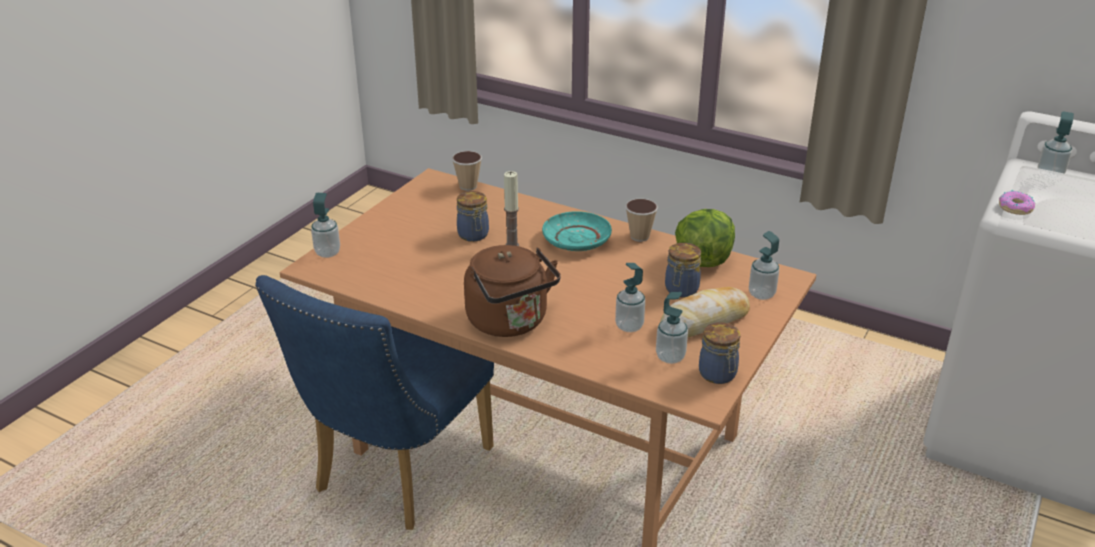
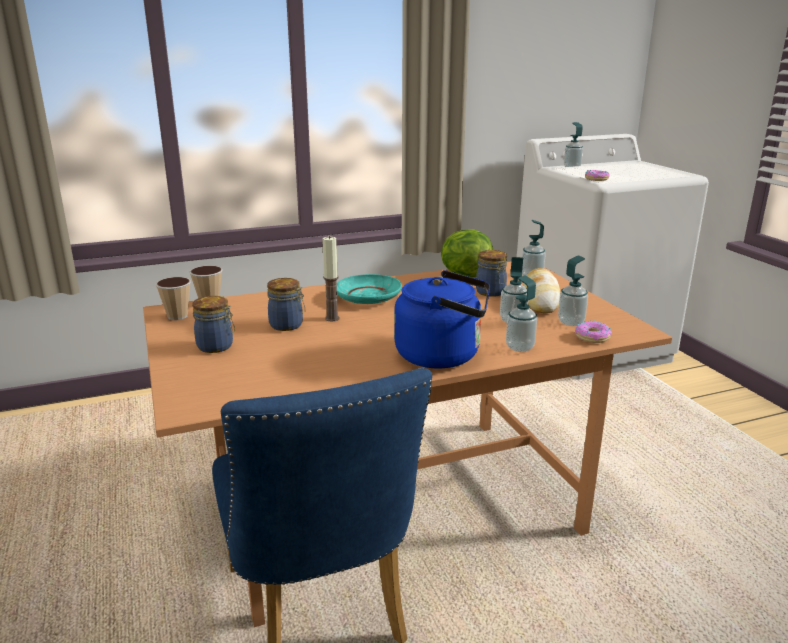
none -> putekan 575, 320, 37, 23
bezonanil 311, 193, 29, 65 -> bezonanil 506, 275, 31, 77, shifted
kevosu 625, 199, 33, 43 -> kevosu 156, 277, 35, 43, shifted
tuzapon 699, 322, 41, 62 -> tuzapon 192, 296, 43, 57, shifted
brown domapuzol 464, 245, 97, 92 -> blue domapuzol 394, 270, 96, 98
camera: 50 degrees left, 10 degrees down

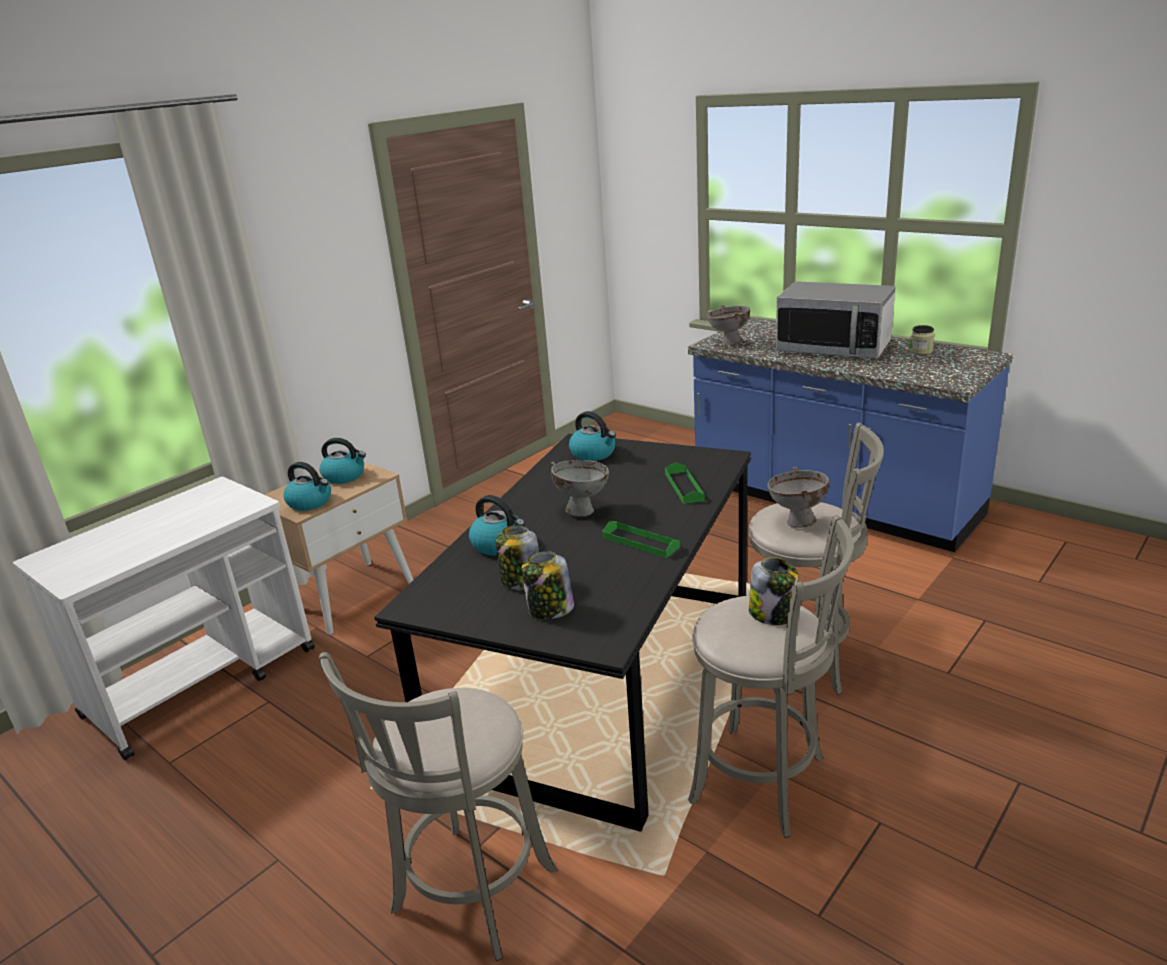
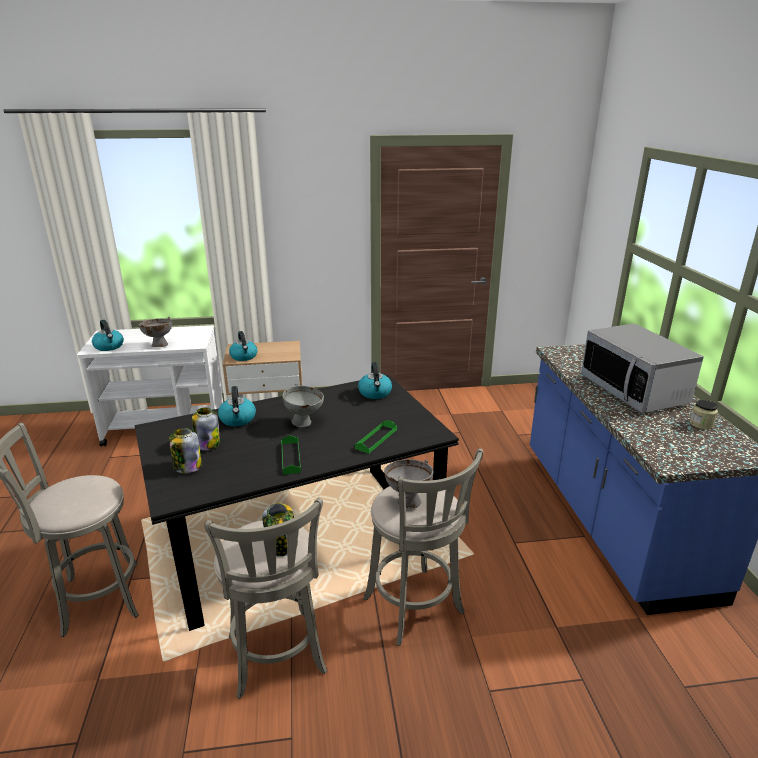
domapuzol 319, 438, 47, 46 -> domapuzol 92, 320, 32, 31, shifted
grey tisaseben 707, 305, 43, 41 -> grey tisaseben 139, 317, 33, 30, shifted
camera: 40 degrees right, 0 degrees up

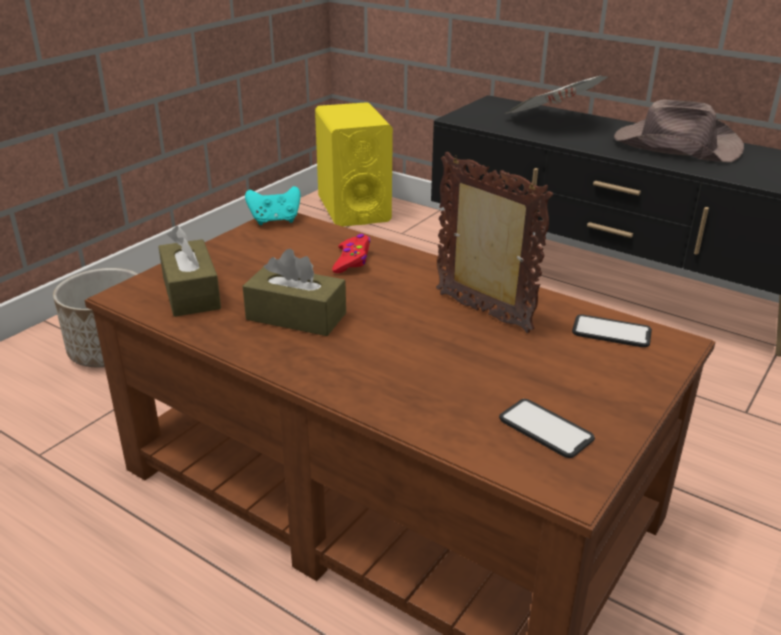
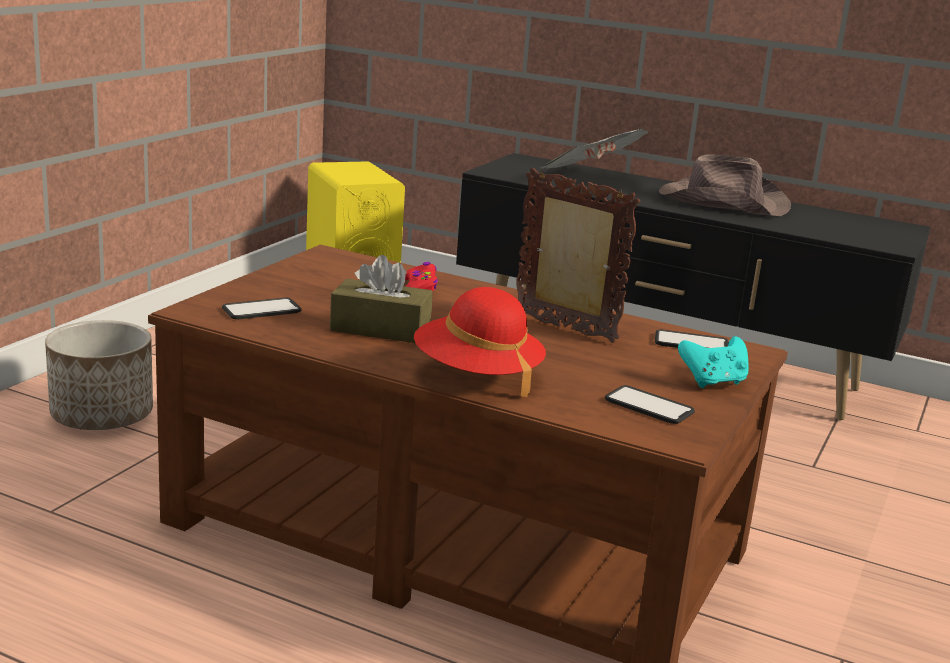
none -> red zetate 414, 287, 132, 110
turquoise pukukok 245, 186, 56, 39 -> turquoise pukukok 678, 336, 70, 52, shifted
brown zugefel 158, 226, 63, 91 -> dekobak 222, 298, 80, 21
camera: 10 degrees left, 10 degrees down

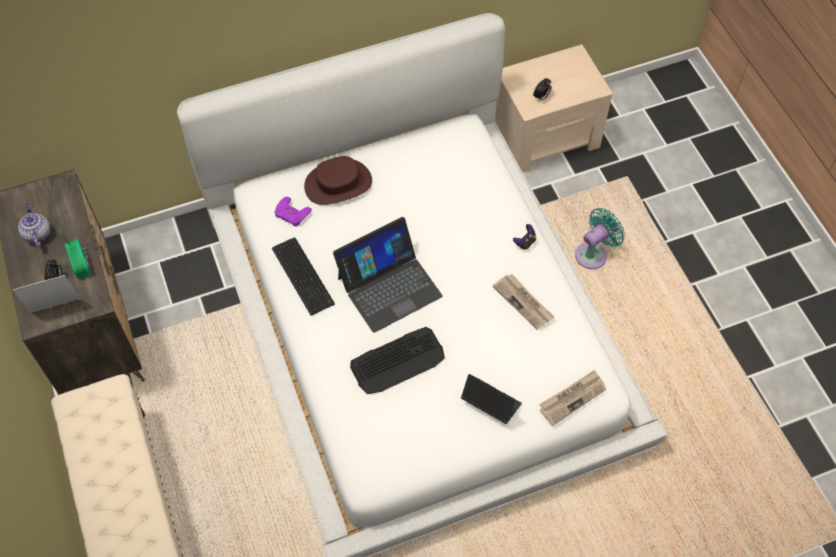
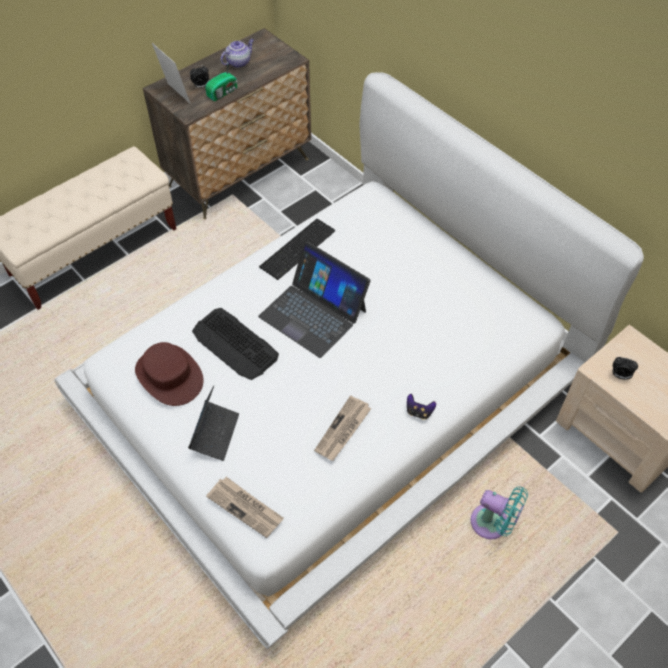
purple pukukok 275, 197, 37, 30 -> none
brown zetate 304, 156, 68, 49 -> brown zetate 135, 342, 69, 64, shifted
camera: 70 degrees right, 5 degrees down

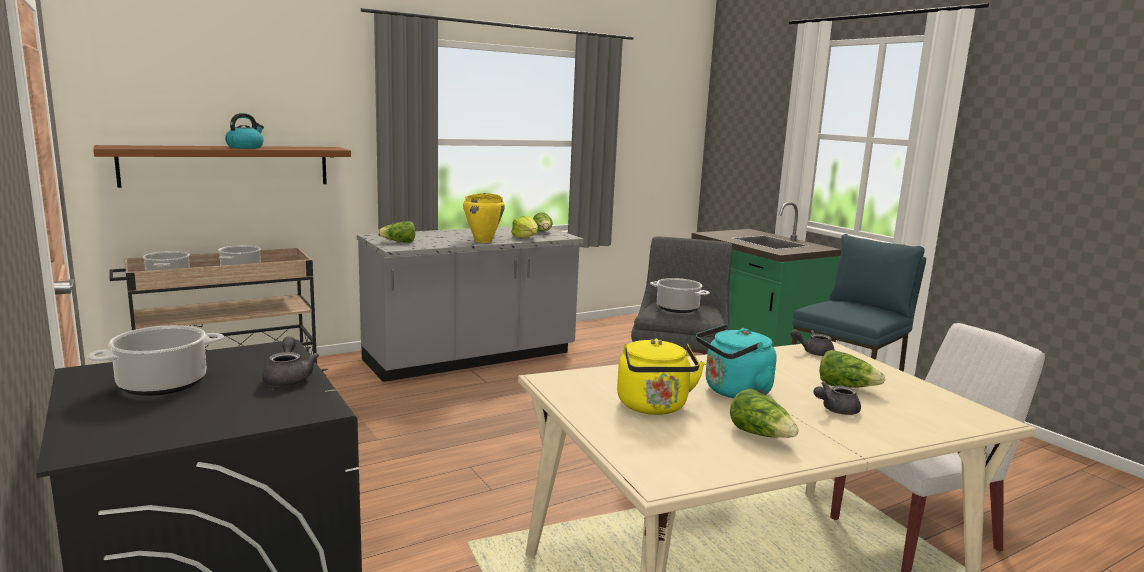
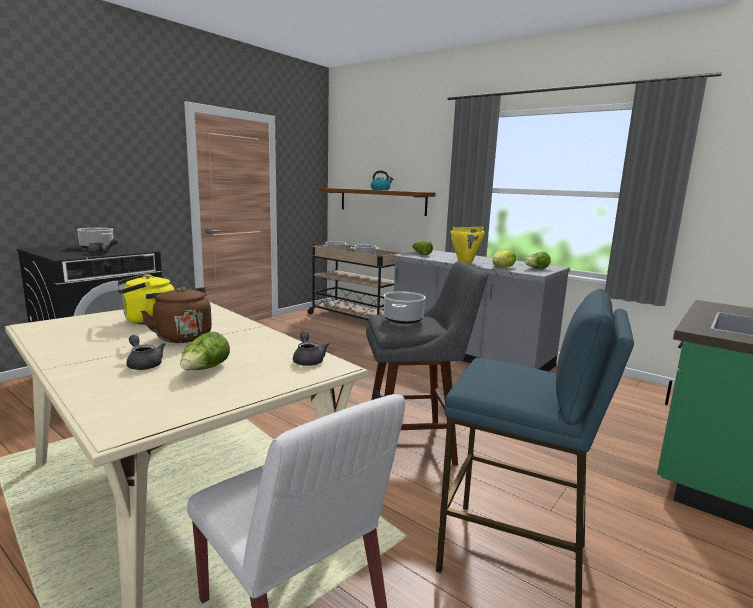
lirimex 730, 389, 69, 49 -> none
turquoise domapuzol 696, 324, 81, 74 -> brown domapuzol 141, 287, 71, 56
camera: 70 degrees right, 0 degrees up

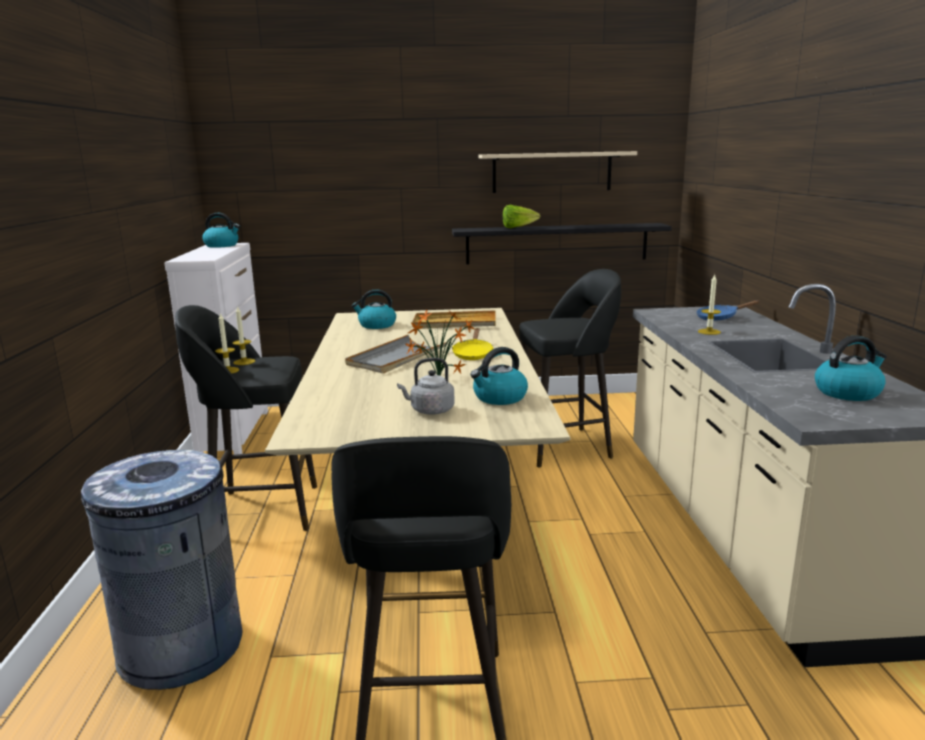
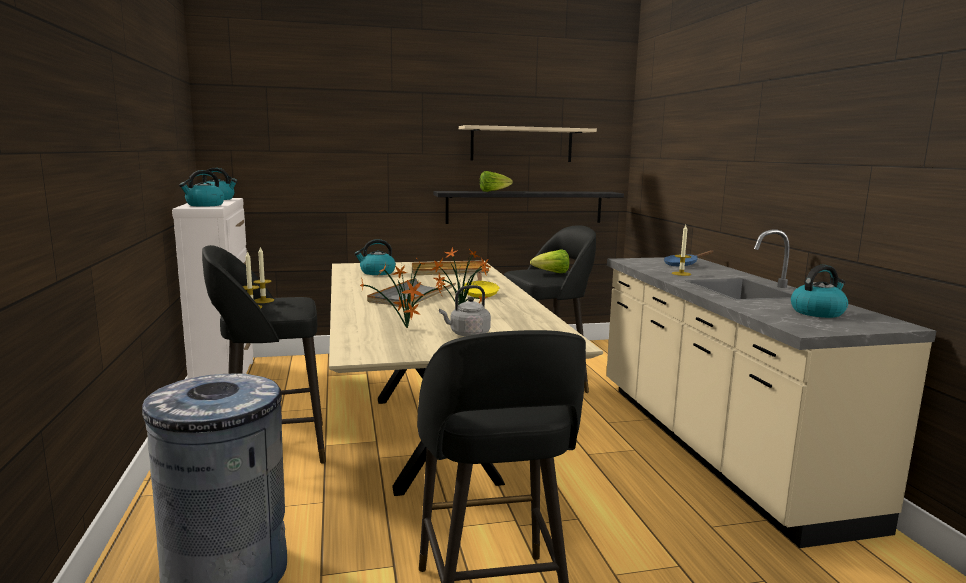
none -> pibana 360, 257, 82, 71
none -> lirimex 530, 249, 39, 24
domapuzol 470, 347, 58, 58 -> domapuzol 179, 170, 45, 37, shifted
camera: 10 degrees left, 5 degrees down

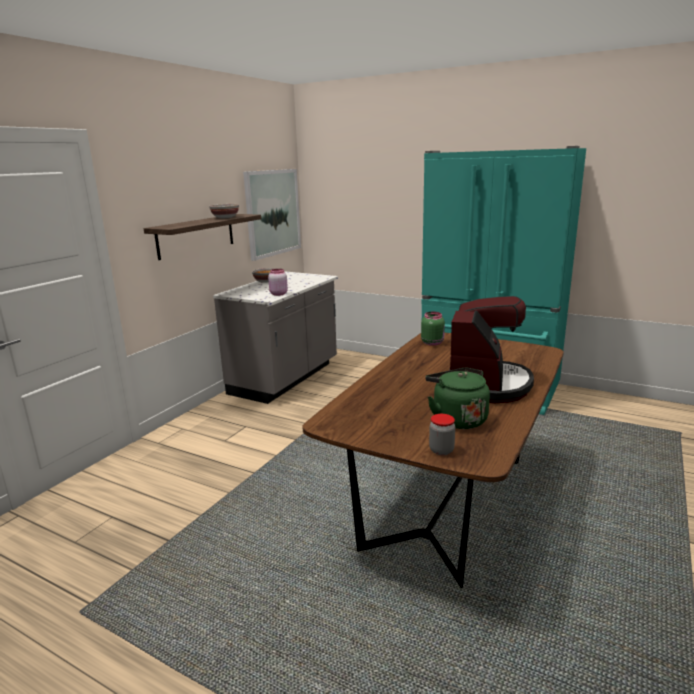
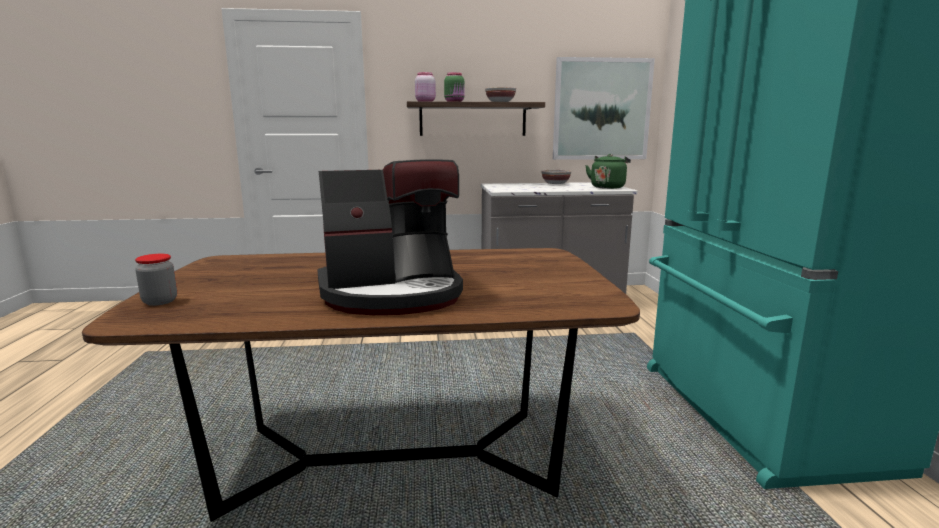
pink tuzapon 268, 269, 20, 27 -> pink tuzapon 415, 72, 21, 29, shifted
green tuzapon 421, 312, 24, 34 -> green tuzapon 444, 72, 21, 30, shifted
green domapuzol 425, 368, 65, 61 -> green domapuzol 585, 154, 46, 35, shifted
camera: 55 degrees right, 5 degrees down

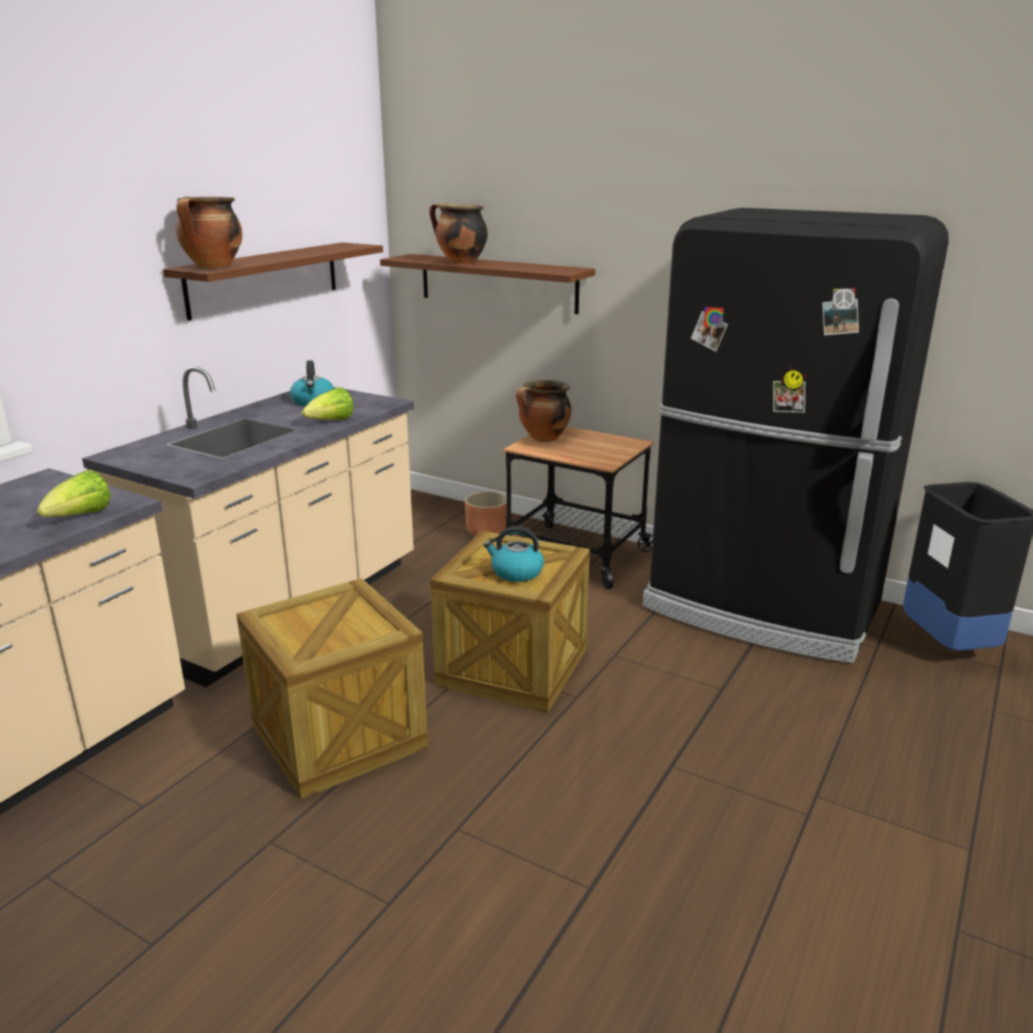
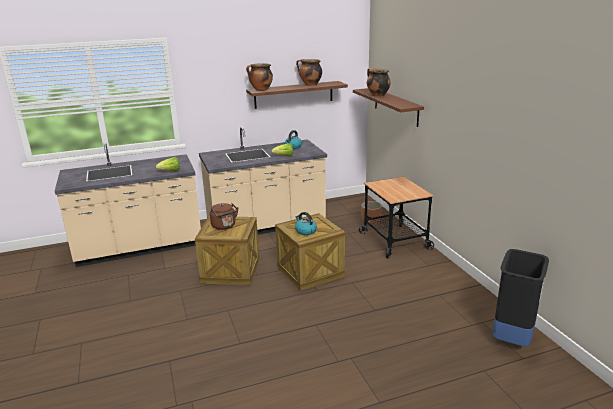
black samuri 643, 208, 306, 455 -> none
none -> brown domapuzol 210, 203, 29, 27
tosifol 516, 380, 55, 62 -> tosifol 296, 59, 26, 27, shifted
camera: 40 degrees right, 0 degrees up

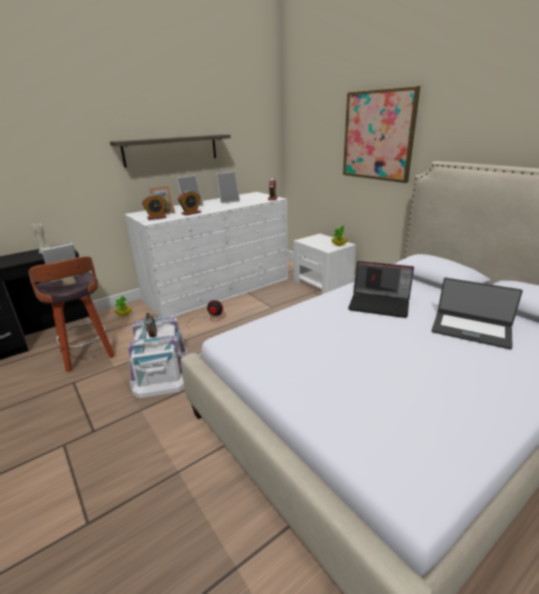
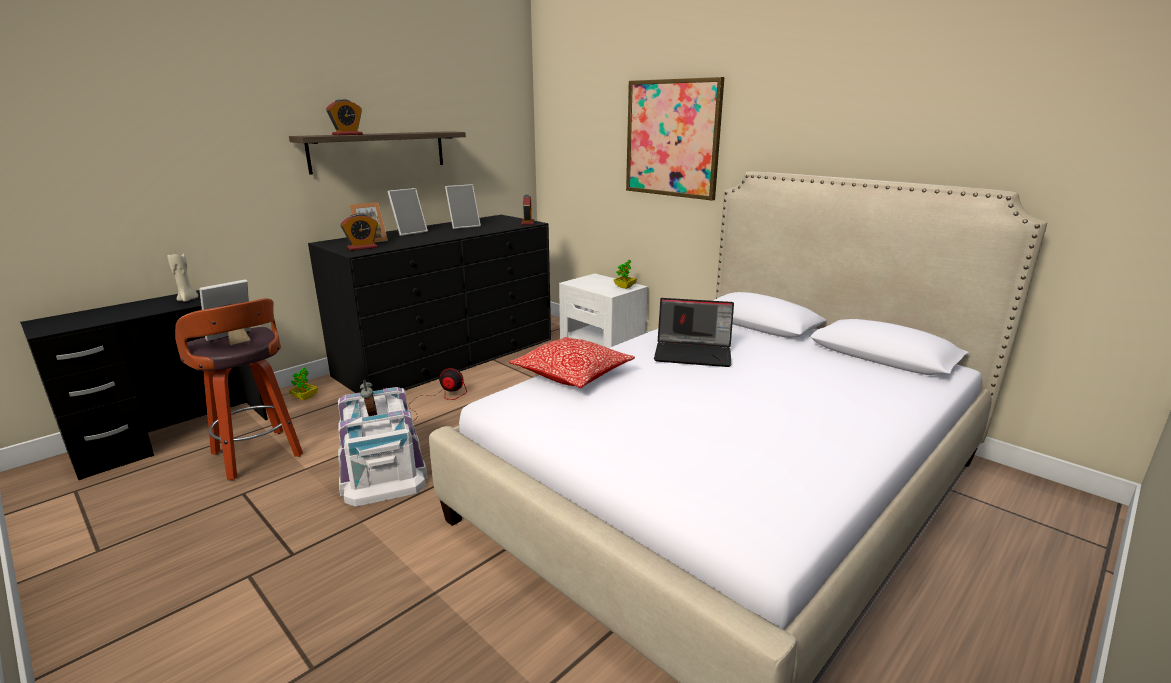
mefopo 432, 278, 91, 71 -> none
none -> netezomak 509, 337, 126, 51
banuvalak 178, 191, 23, 25 -> banuvalak 326, 99, 37, 36, shifted
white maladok 125, 192, 163, 126 -> black maladok 308, 215, 243, 178
camera: 10 degrees left, 5 degrees down

